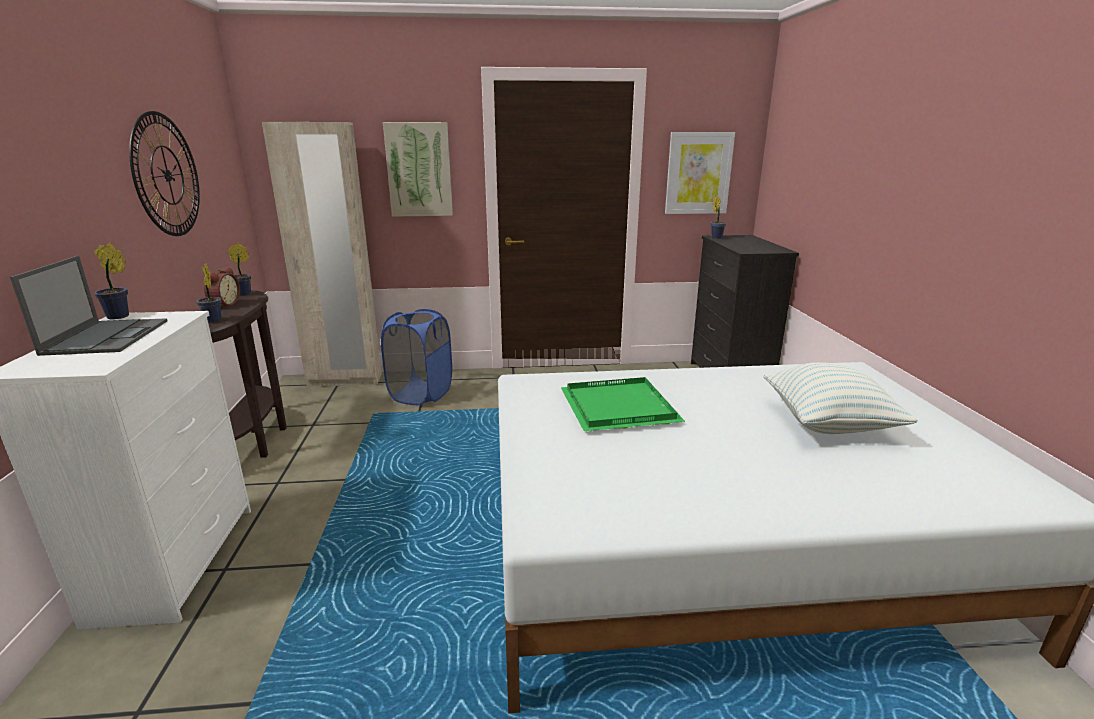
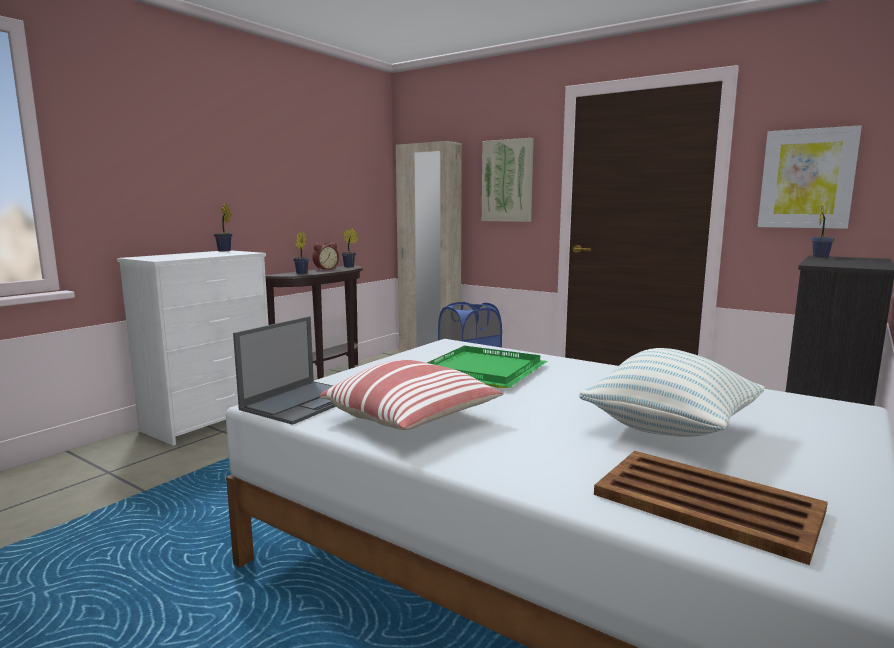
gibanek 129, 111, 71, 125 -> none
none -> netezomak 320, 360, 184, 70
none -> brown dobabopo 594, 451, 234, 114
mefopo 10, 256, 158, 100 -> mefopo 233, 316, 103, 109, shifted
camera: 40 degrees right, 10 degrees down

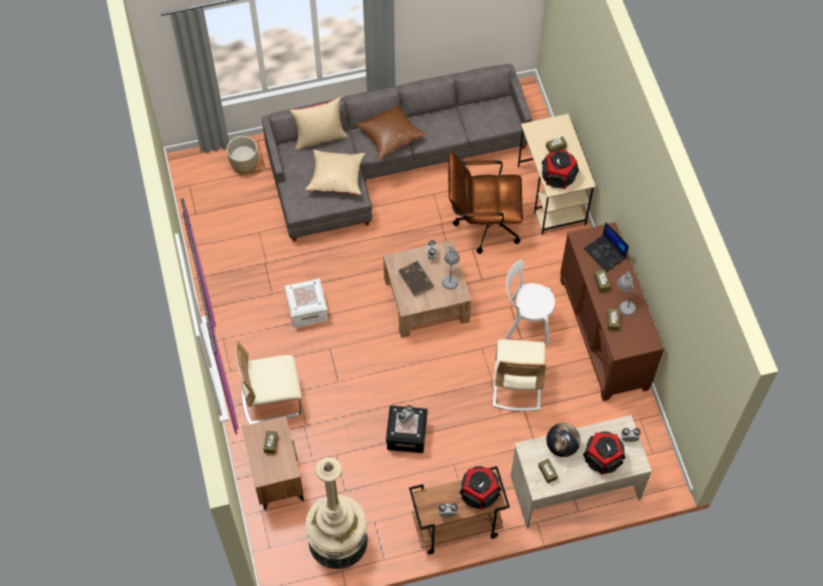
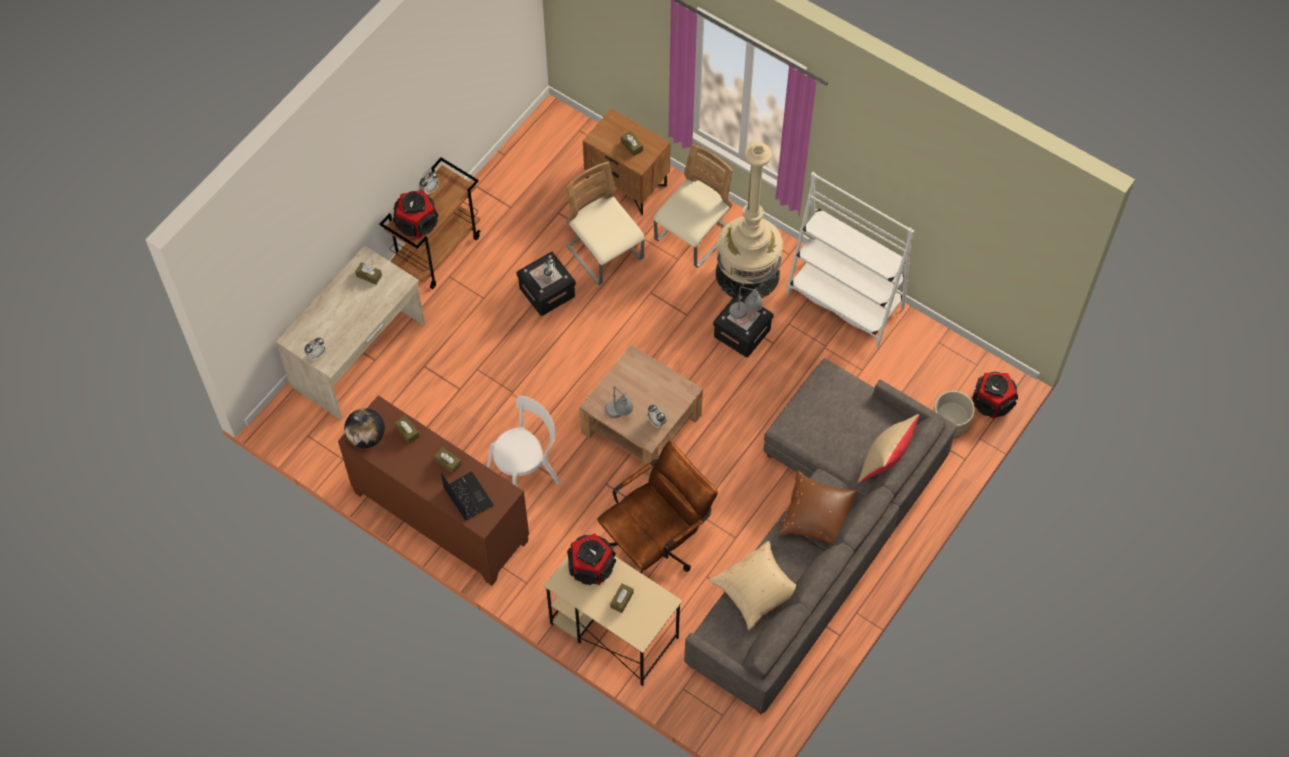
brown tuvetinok 398, 261, 36, 36 -> none
none -> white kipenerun 786, 172, 128, 176
beige netezomak 305, 149, 60, 46 -> beige netezomak 709, 541, 87, 89, shifted
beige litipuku 306, 457, 62, 112 -> beige litipuku 716, 142, 67, 156, shifted
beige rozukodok 493, 339, 53, 72 -> beige rozukodok 566, 162, 79, 123, shifted
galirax 546, 423, 35, 34 -> galirax 344, 408, 41, 40, shifted
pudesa 583, 431, 42, 44 -> pudesa 972, 372, 46, 47, shifted
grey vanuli 617, 272, 19, 44 -> grey vanuli 729, 286, 34, 33, shifted
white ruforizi 284, 279, 44, 49 -> black ruforizi 713, 292, 61, 65
mefopo 584, 222, 45, 51 -> mefopo 441, 471, 53, 50, 45 degrees clockwise
camera: 140 degrees right, 0 degrees up

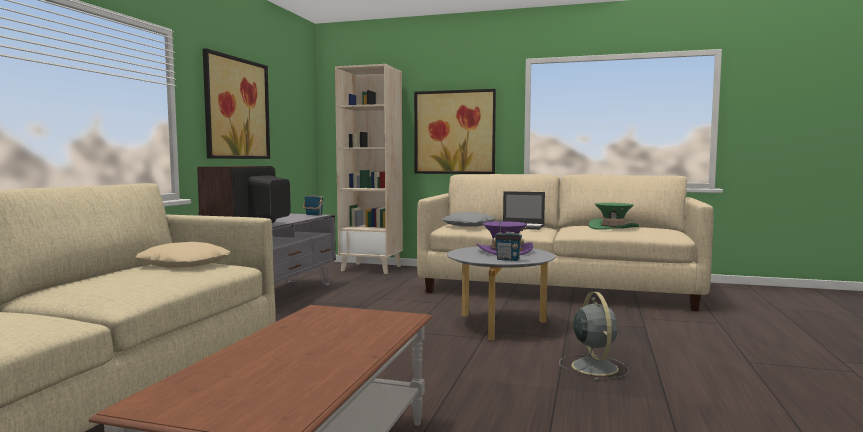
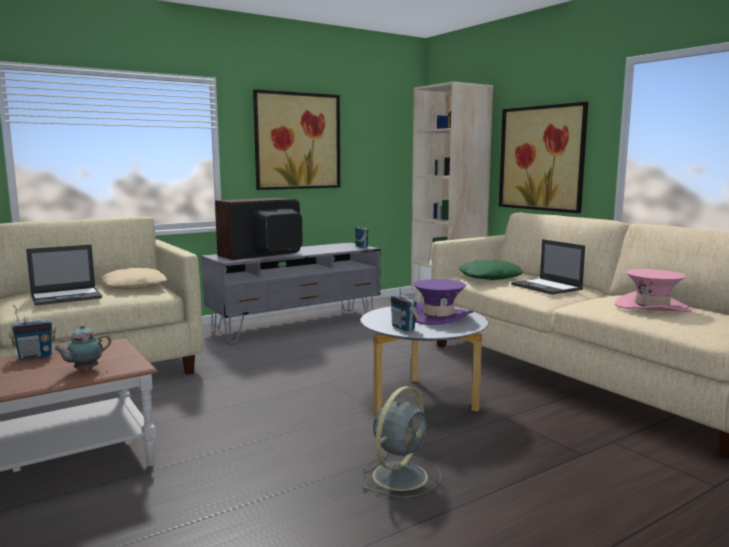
none -> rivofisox 9, 305, 47, 55
none -> mefopo 26, 245, 76, 61
none -> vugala 53, 325, 58, 46
grey netezomak 442, 212, 53, 15 -> green netezomak 459, 260, 64, 20
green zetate 589, 203, 50, 27 -> pink zetate 615, 269, 77, 43
camera: 40 degrees right, 5 degrees up

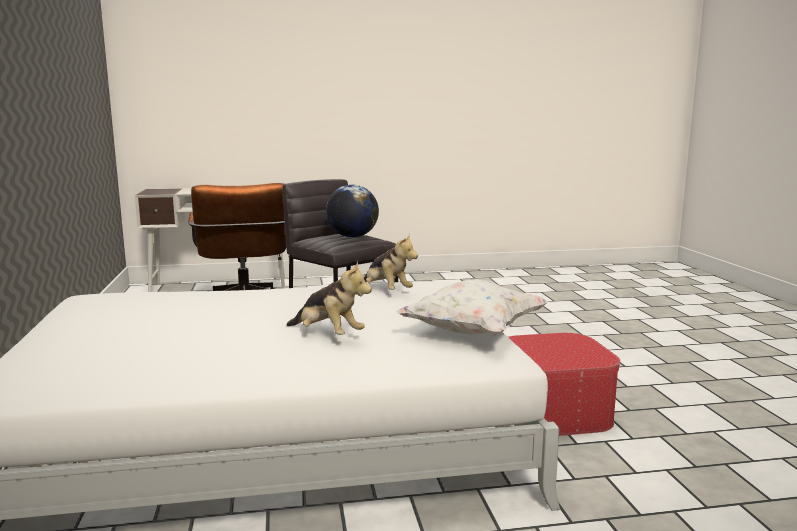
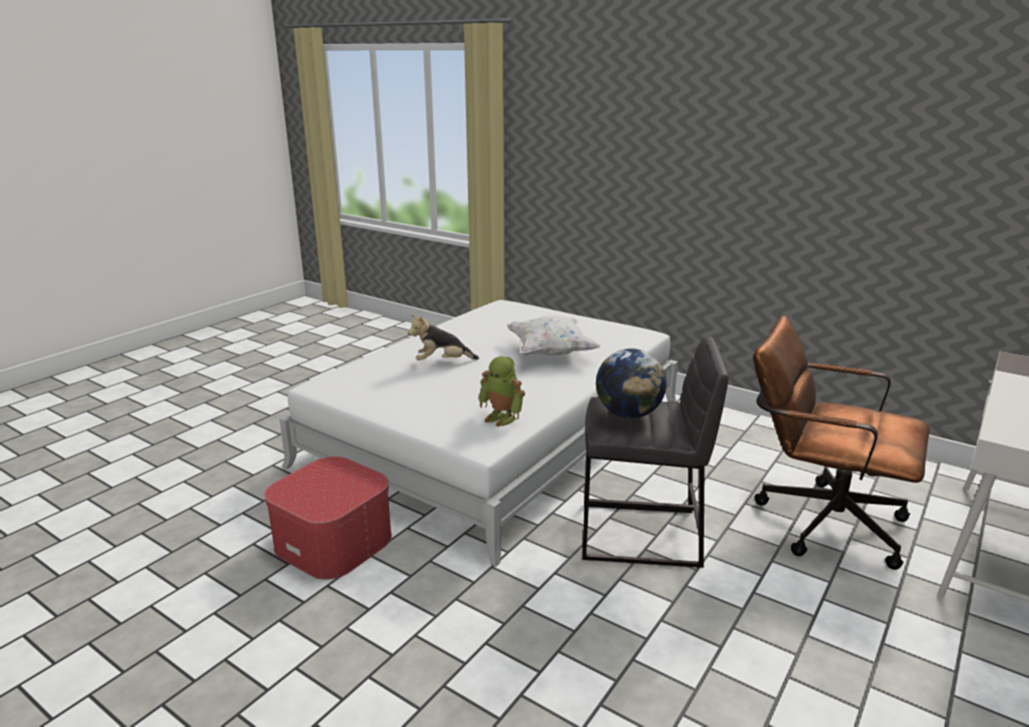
white netezomak 396, 279, 152, 57 -> white netezomak 507, 316, 93, 40, shifted
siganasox 364, 233, 54, 57 -> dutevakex 479, 356, 46, 71
camera: 135 degrees right, 10 degrees up

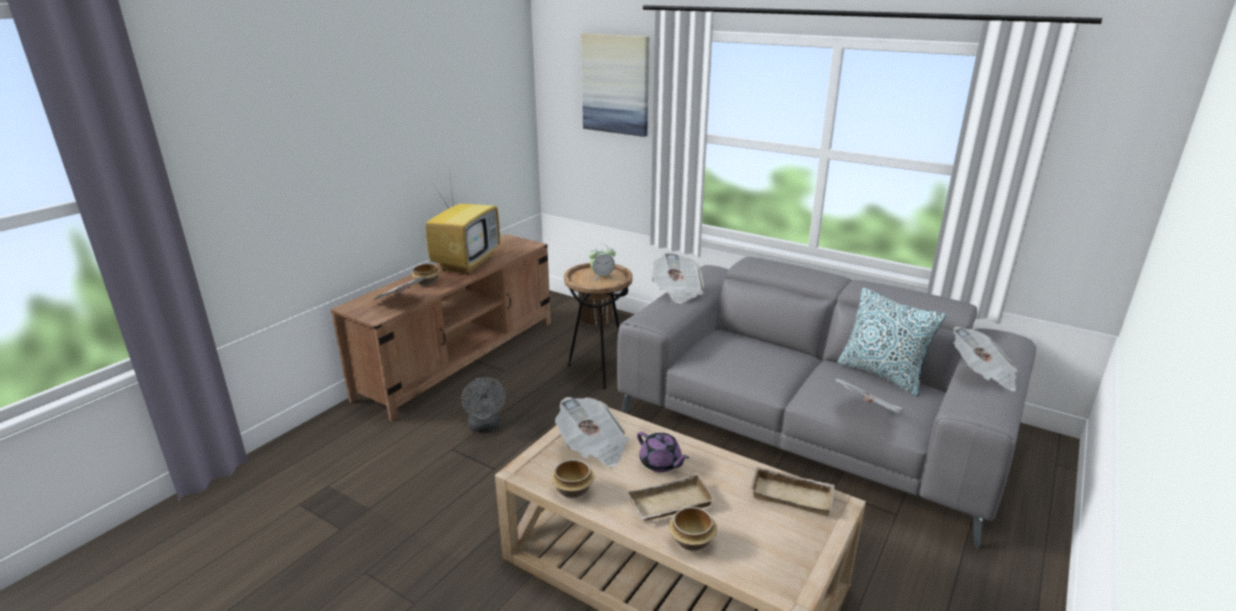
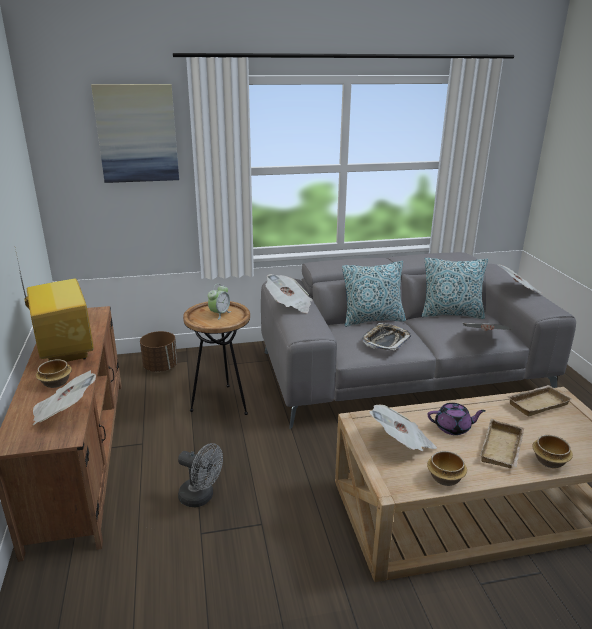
none -> netezomak 342, 261, 64, 66
none -> dobabopo 362, 323, 49, 28
camera: 45 degrees left, 0 degrees up

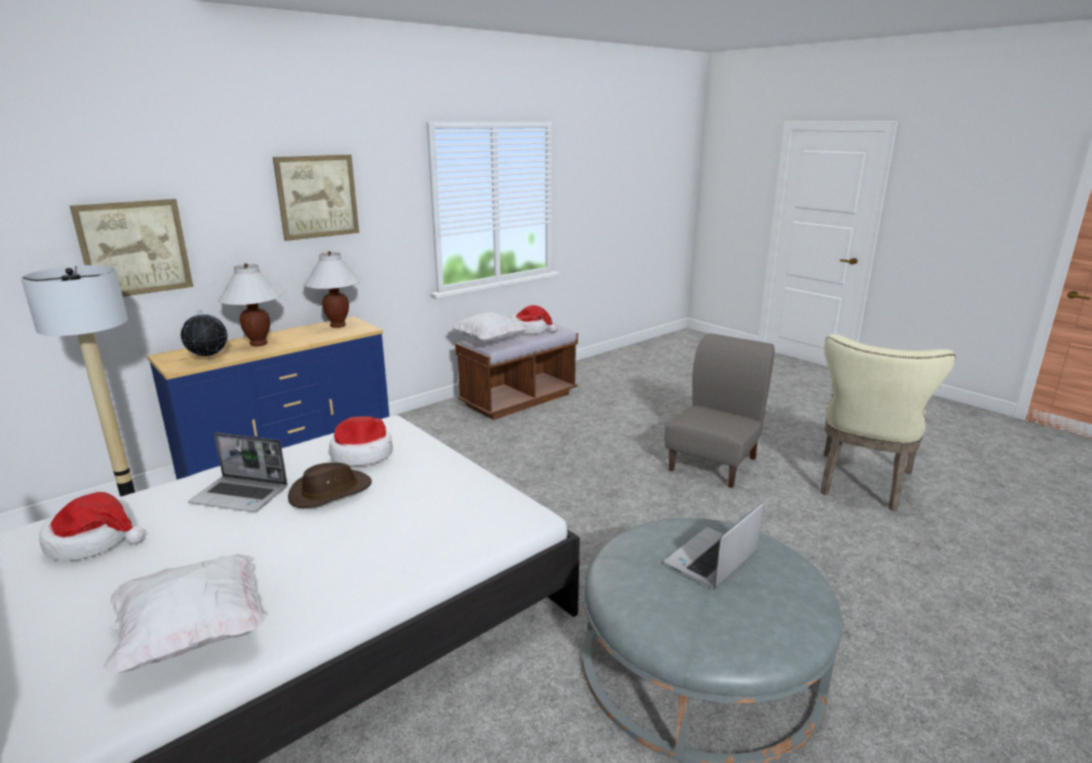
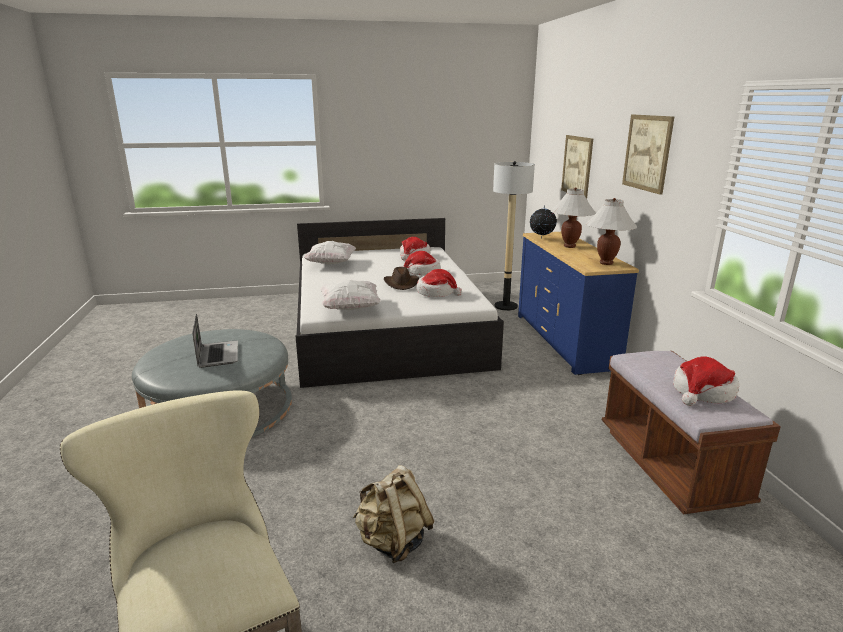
white netezomak 452, 312, 75, 30 -> white netezomak 320, 280, 61, 30, shifted
mefopo 188, 433, 99, 79 -> zetate 401, 251, 40, 24
grey rozukodok 664, 333, 110, 155 -> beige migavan 353, 465, 81, 98
camera: 120 degrees right, 0 degrees up

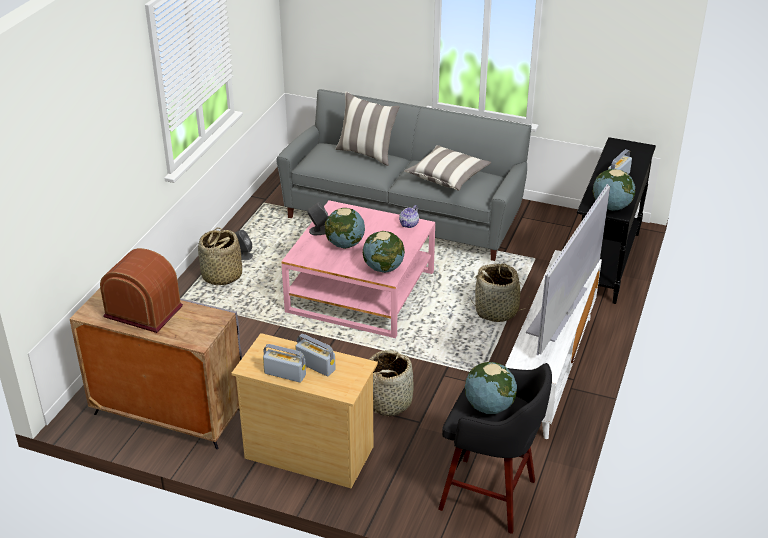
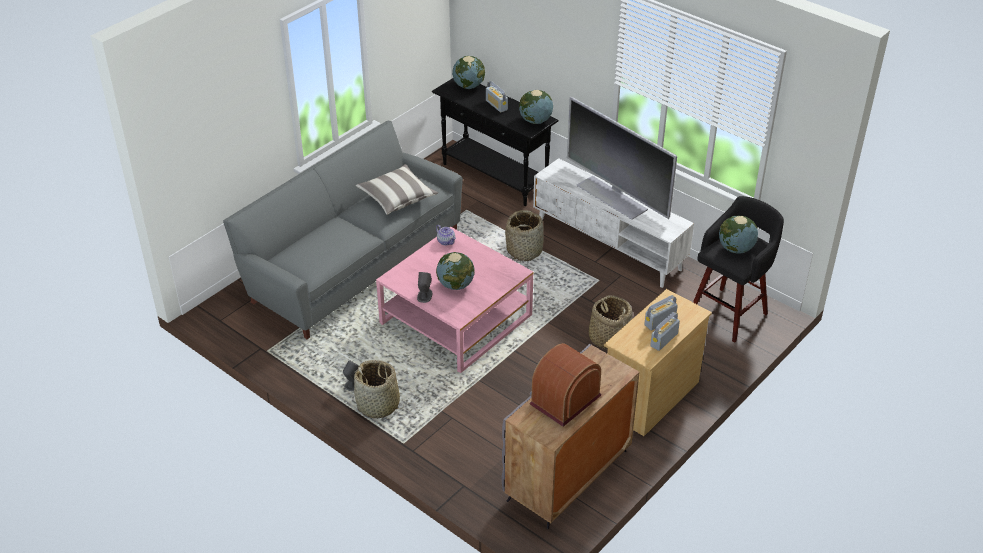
netezomak 335, 92, 65, 74 -> none
galirax 363, 231, 42, 42 -> galirax 452, 56, 33, 33, shifted
camera: 70 degrees left, 5 degrees up

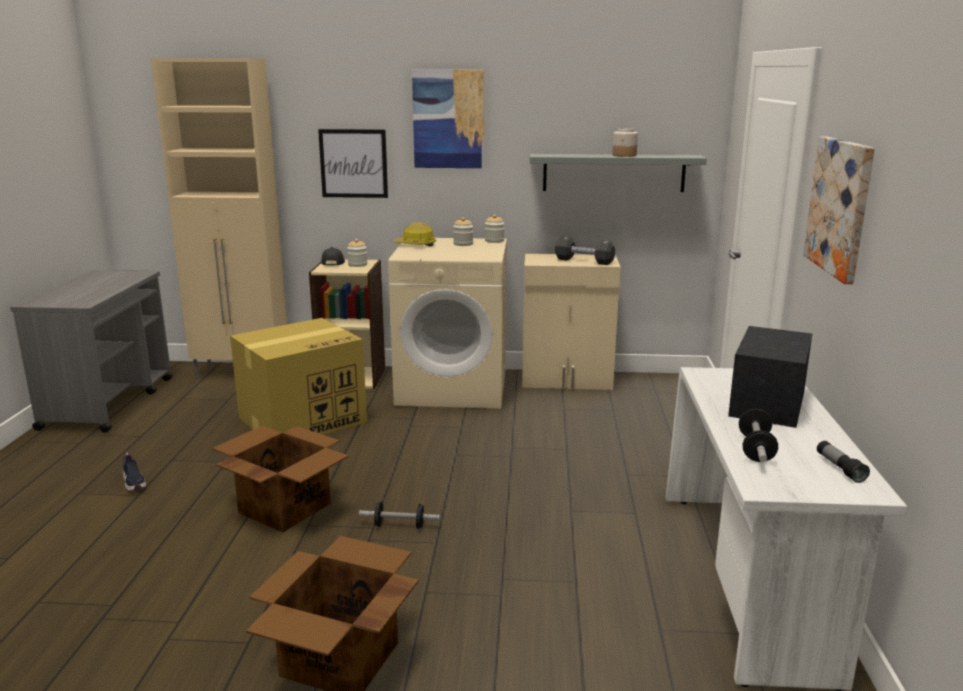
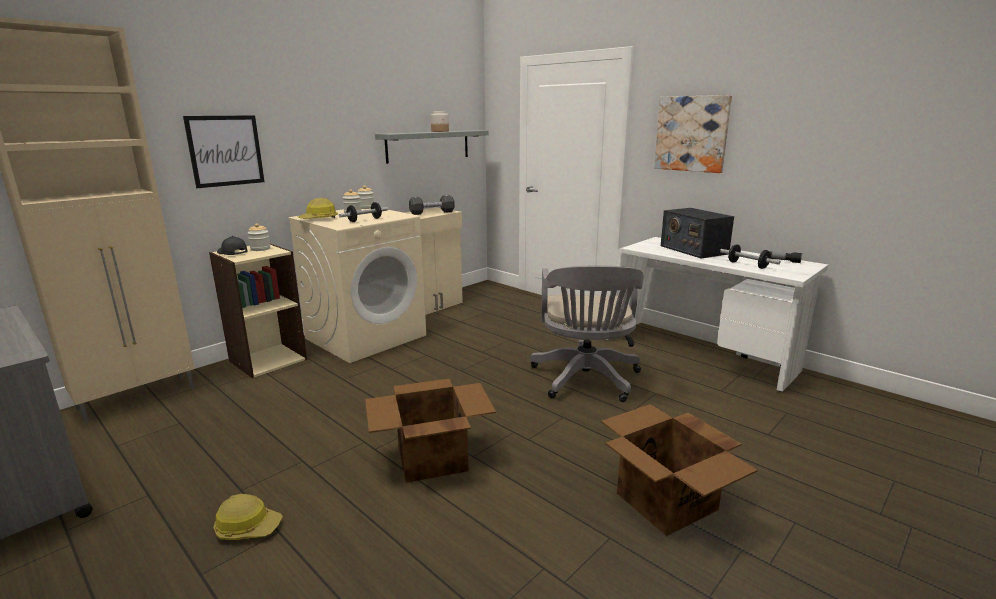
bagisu 230, 318, 137, 117 -> none
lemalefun 412, 70, 72, 98 -> none
none -> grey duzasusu 530, 265, 114, 137
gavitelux 359, 502, 81, 27 -> gavitelux 339, 202, 49, 20, shifted
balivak 123, 453, 23, 39 -> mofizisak 214, 494, 69, 46
camera: 50 degrees left, 0 degrees up

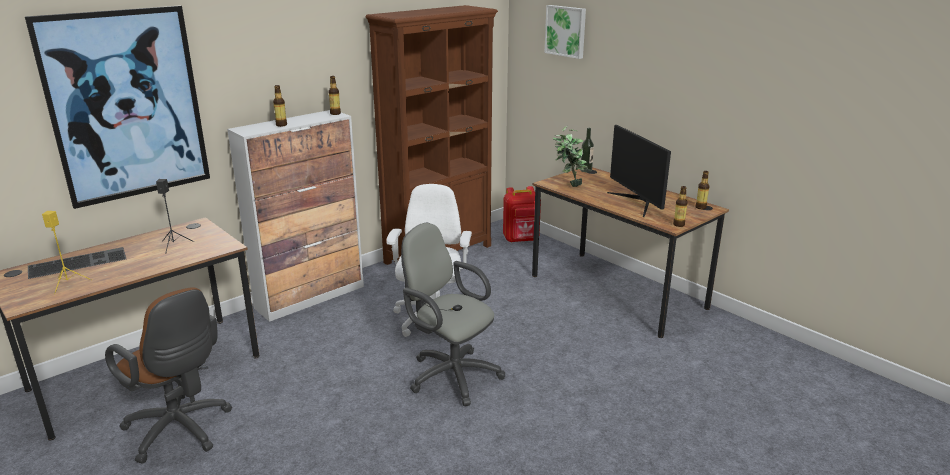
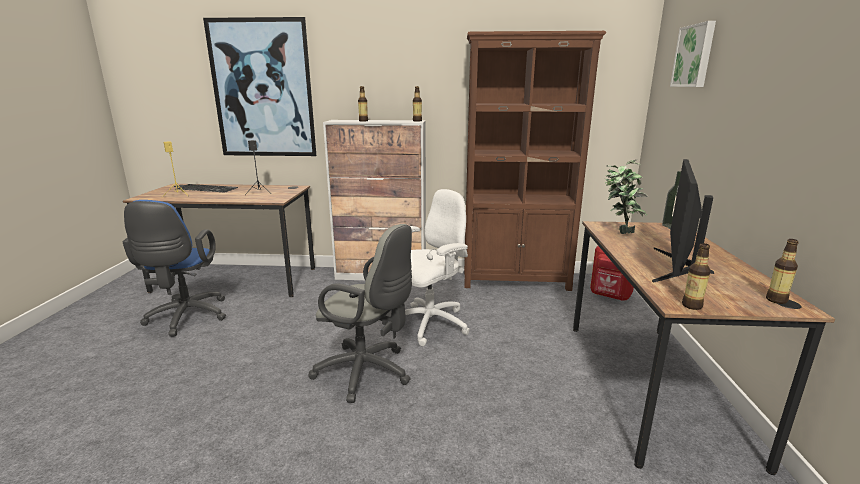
brown duzasusu 105, 287, 127, 177 -> blue duzasusu 123, 200, 103, 137
grey duzasusu 401, 223, 104, 183 -> grey duzasusu 309, 224, 103, 179, 120 degrees clockwise
camera: 45 degrees right, 5 degrees down

